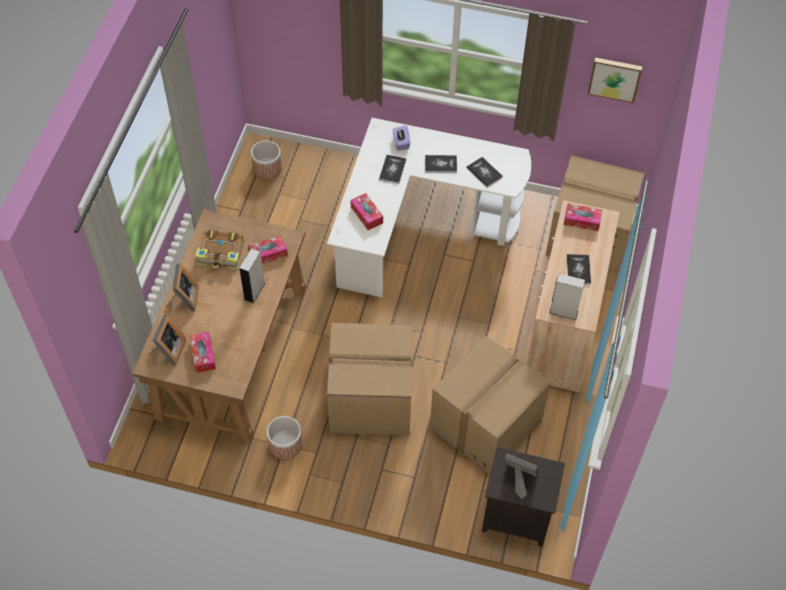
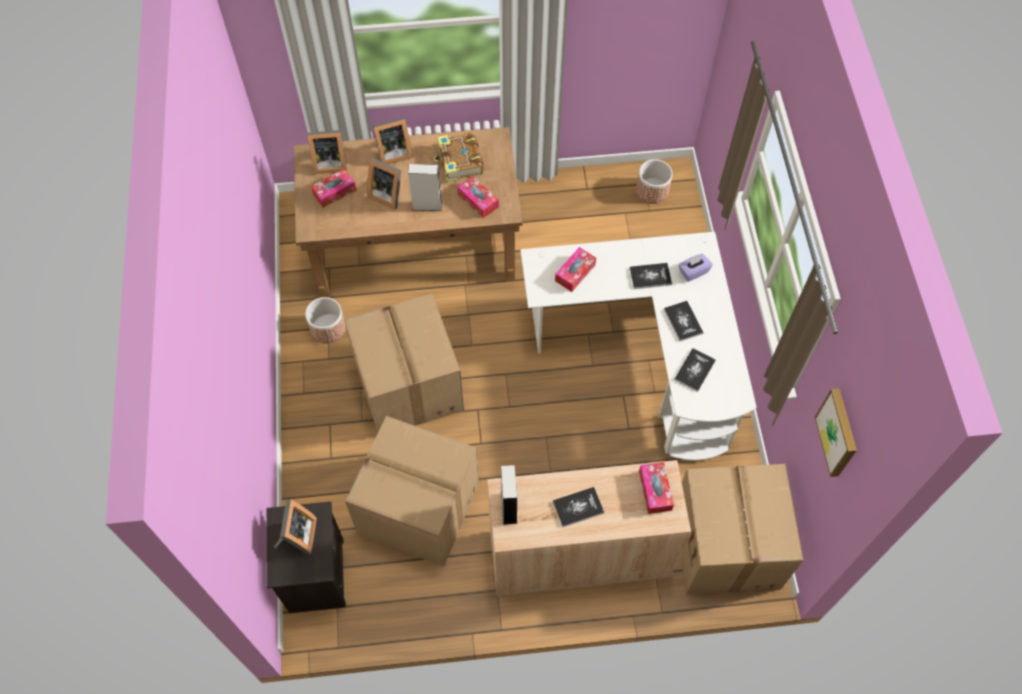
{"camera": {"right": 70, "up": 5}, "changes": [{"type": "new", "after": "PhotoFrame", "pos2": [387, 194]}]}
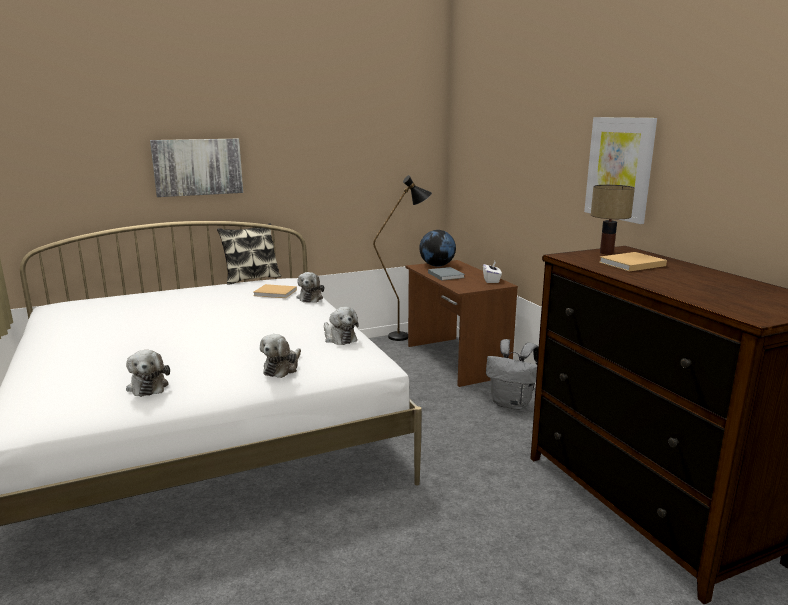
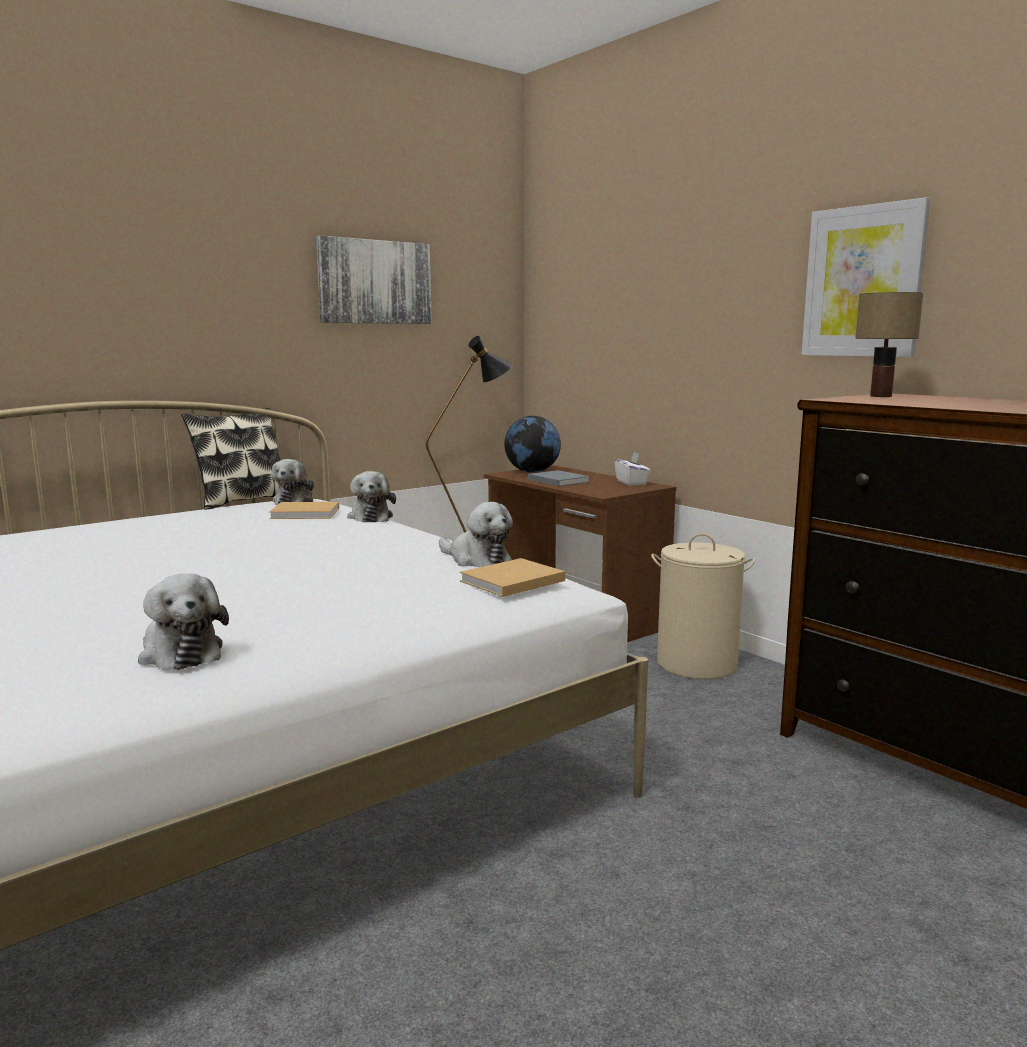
{"camera": {"right": -15, "up": -5}, "changes": [{"type": "shifted", "before": "PlushToy", "pos1": [282, 368], "pos2": [295, 501]}, {"type": "shifted", "before": "Picture", "pos1": [198, 167], "pos2": [374, 282]}, {"type": "shifted", "before": "BeigeBook", "pos1": [630, 264], "pos2": [510, 581]}, {"type": "swapped", "before": "GrayKnapsack", "after": "BeigeWashingBasket", "pos1": [512, 404], "pos2": [697, 664]}]}
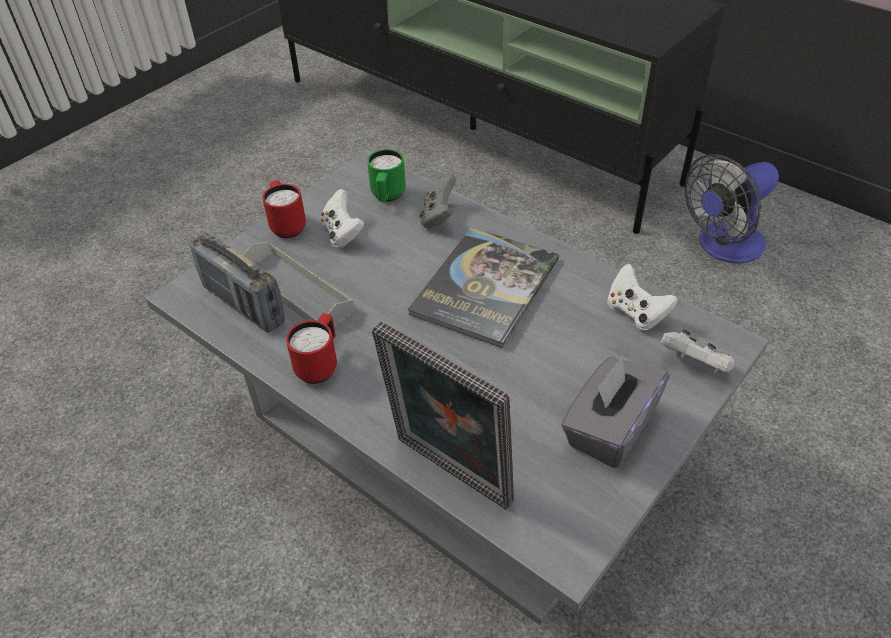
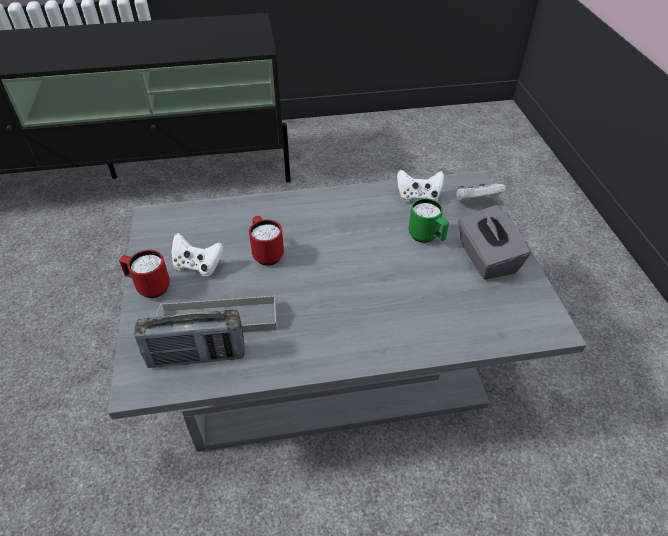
{"camera": {"right": -50, "up": 0}, "changes": [{"type": "shifted", "before": "RedColouredCoffeeMug", "pos1": [320, 365], "pos2": [266, 253]}, {"type": "shifted", "before": "GreenishCoffeeMug", "pos1": [387, 197], "pos2": [427, 237]}, {"type": "gone", "before": "PhotoFrame", "pos1": [448, 475]}, {"type": "gone", "before": "Book", "pos1": [485, 286]}, {"type": "gone", "before": "GrayGameController", "pos1": [438, 216]}, {"type": "gone", "before": "Fan", "pos1": [723, 247]}]}
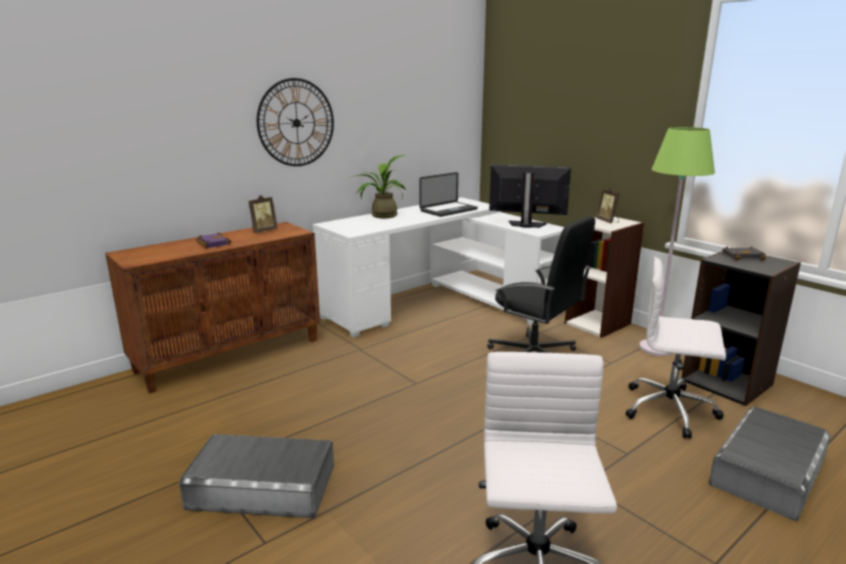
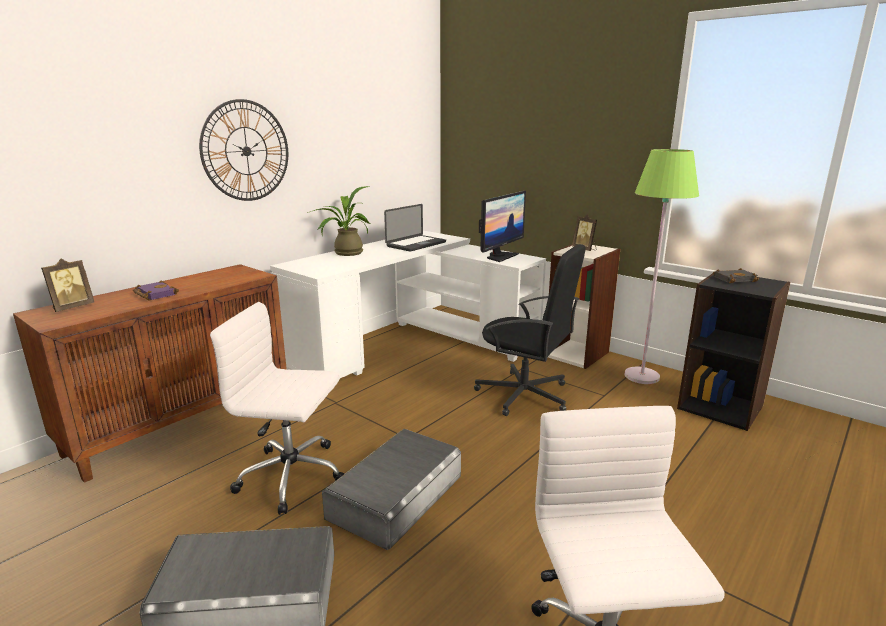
{"camera": {"right": -10, "up": 0}, "changes": [{"type": "shifted", "before": "PhotoFrame", "pos1": [263, 231], "pos2": [72, 307]}, {"type": "shifted", "before": "WhiteColouredOfficeChair", "pos1": [671, 410], "pos2": [293, 476]}, {"type": "shifted", "before": "GrayStorageBox", "pos1": [767, 470], "pos2": [395, 495]}, {"type": "rotated", "before": "Monitor", "pos1": [526, 225], "pos2": [500, 256], "turn": 120}]}
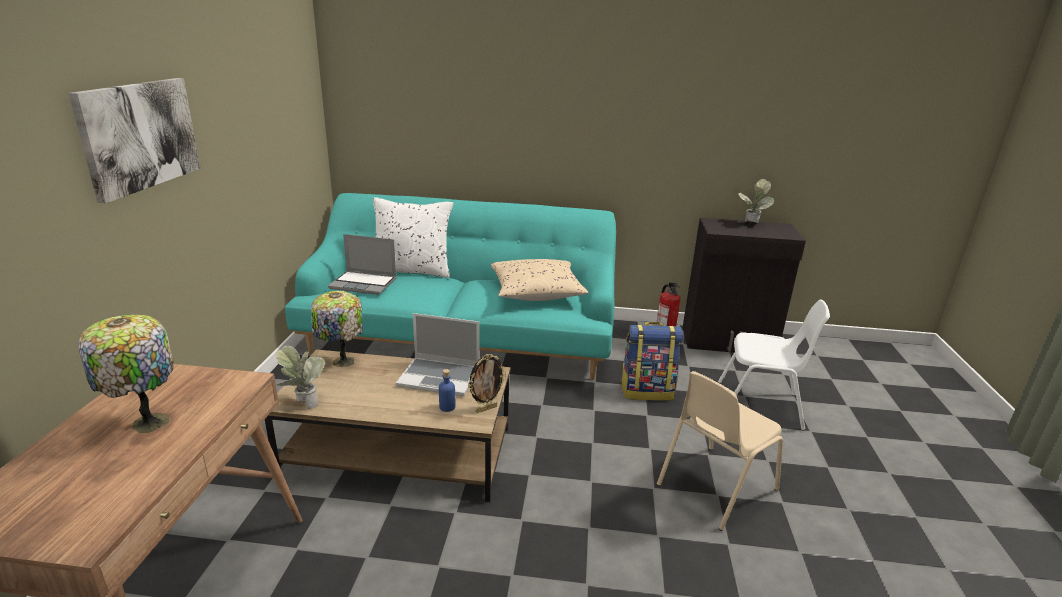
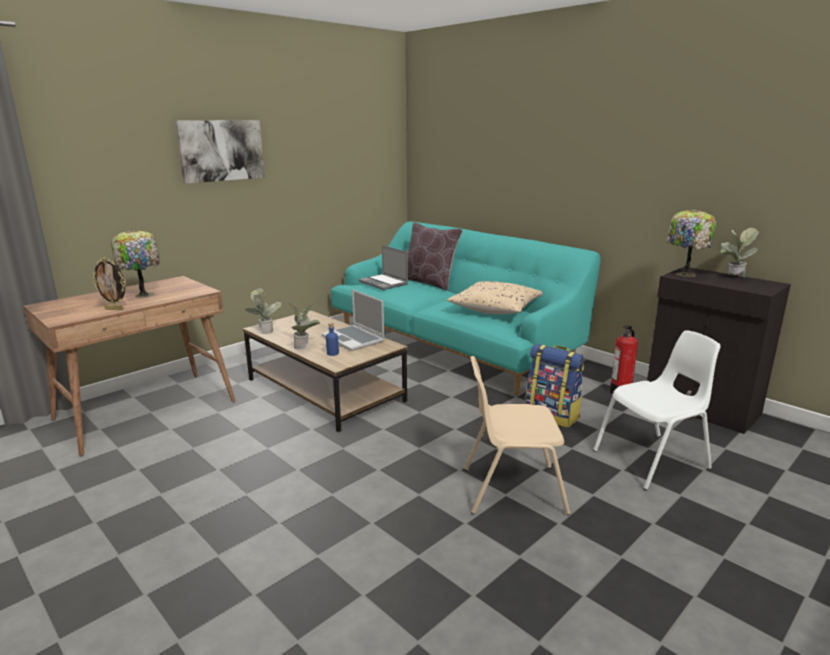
{"camera": {"right": 40, "up": -5}, "changes": [{"type": "shifted", "before": "PhotoFrame", "pos1": [486, 409], "pos2": [115, 309]}, {"type": "new", "after": "Houseplant", "pos2": [305, 346]}, {"type": "repainted", "before": "WhiteColouredCushion", "after": "BrownCushion", "pos1": [412, 270], "pos2": [429, 282]}, {"type": "rotated", "before": "WhiteColouredUprightChair", "pos1": [760, 406], "pos2": [653, 460], "turn": -75}, {"type": "shifted", "before": "TableLamp", "pos1": [341, 362], "pos2": [684, 274]}]}
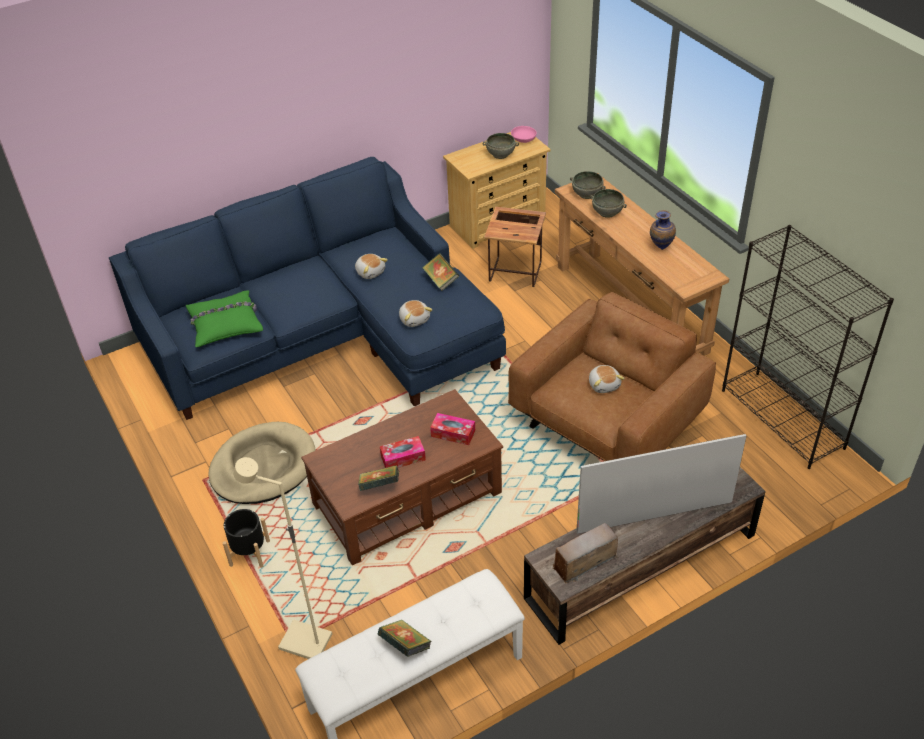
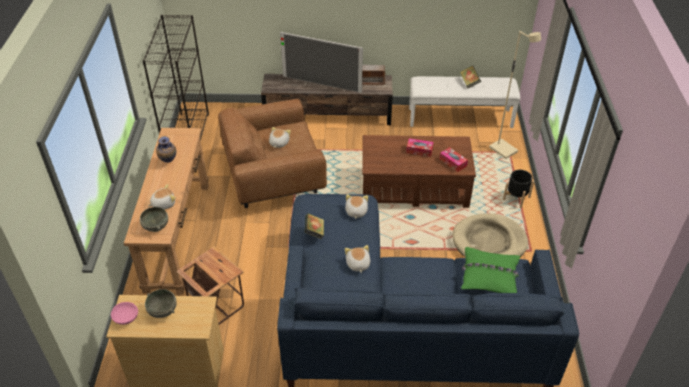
{"camera": {"right": -150, "up": 0}, "changes": [{"type": "swapped", "before": "GrayBowl", "after": "PlushToy", "pos1": [607, 212], "pos2": [163, 204]}, {"type": "shifted", "before": "BoxOfTissues", "pos1": [453, 433], "pos2": [453, 162]}, {"type": "gone", "before": "Book", "pos1": [379, 486]}]}
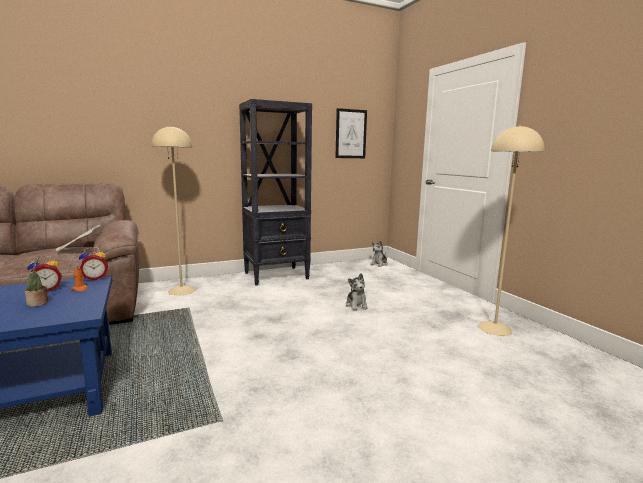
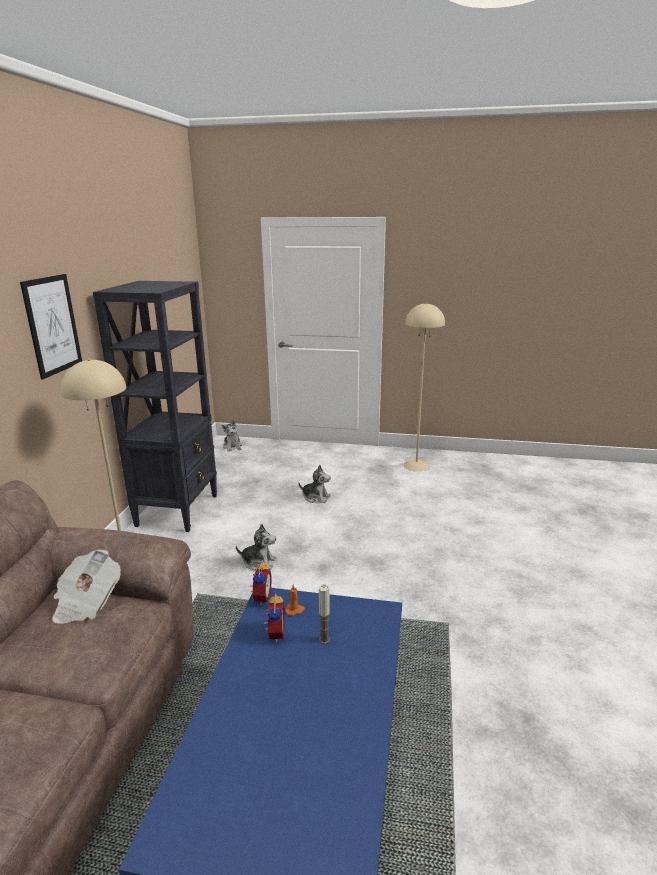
{"camera": {"right": -55, "up": 10}, "changes": [{"type": "shifted", "before": "Picture", "pos1": [351, 134], "pos2": [52, 325]}, {"type": "new", "after": "PlushToy", "pos2": [258, 562]}, {"type": "swapped", "before": "Houseplant", "after": "WaxLight", "pos1": [38, 303], "pos2": [324, 639]}]}
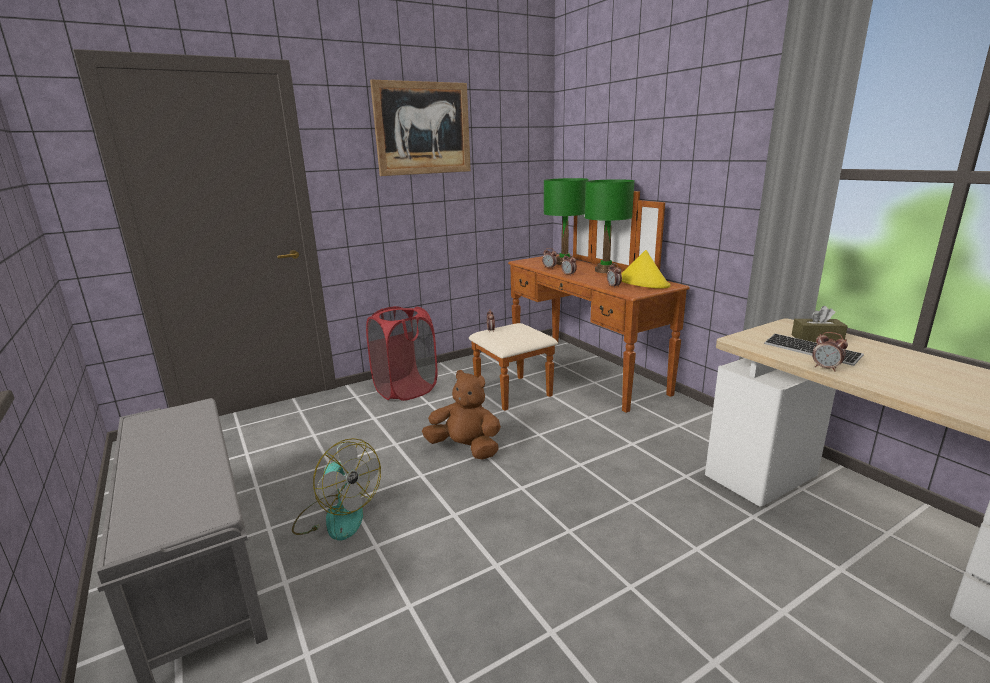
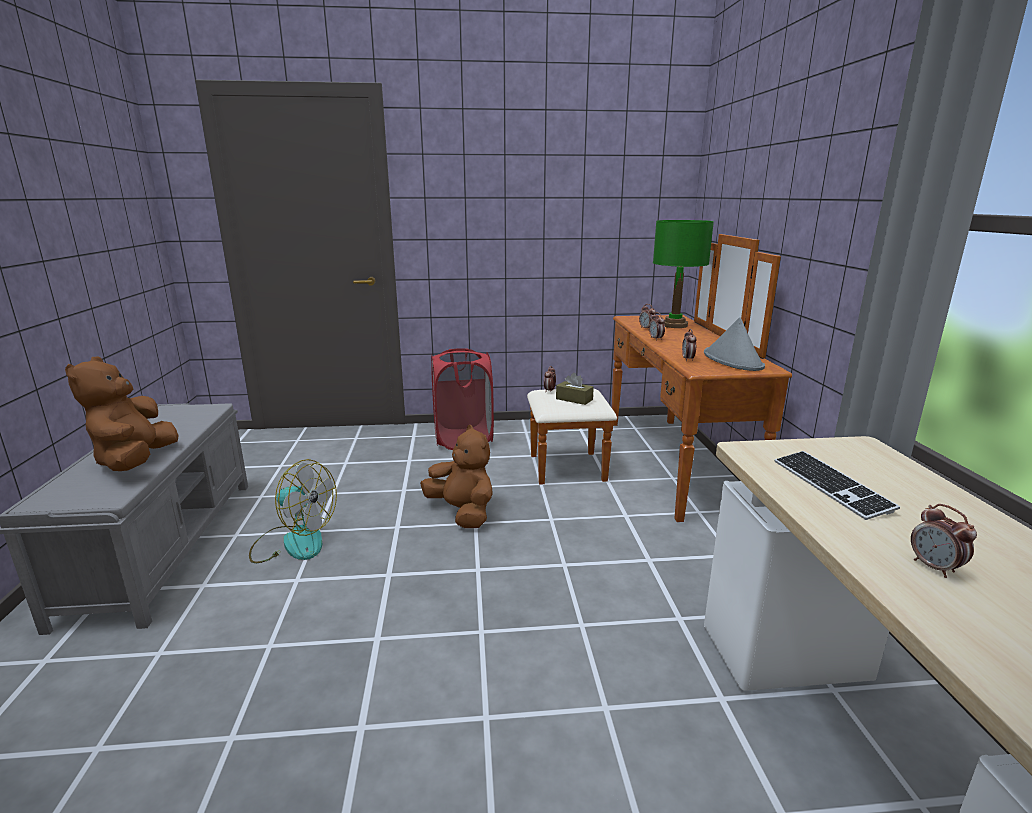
{"camera": {"right": 25, "up": 0}, "changes": [{"type": "new", "after": "BrownPlushToy", "pos2": [136, 462]}, {"type": "rotated", "before": "Fan", "pos1": [337, 516], "pos2": [293, 542], "turn": -45}, {"type": "shifted", "before": "BrownBoxOfTissues", "pos1": [817, 339], "pos2": [574, 399]}, {"type": "repainted", "before": "YellowClothingHat", "after": "GrayClothingHat", "pos1": [642, 283], "pos2": [733, 360]}, {"type": "shifted", "before": "BedsideClock", "pos1": [826, 368], "pos2": [934, 567]}, {"type": "gone", "before": "Picture", "pos1": [423, 128]}, {"type": "gone", "before": "GreenishTableLamp", "pos1": [606, 270]}]}
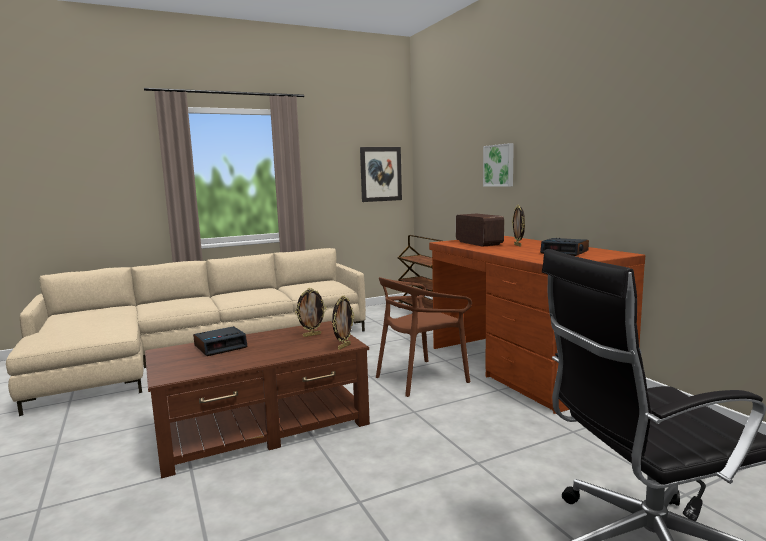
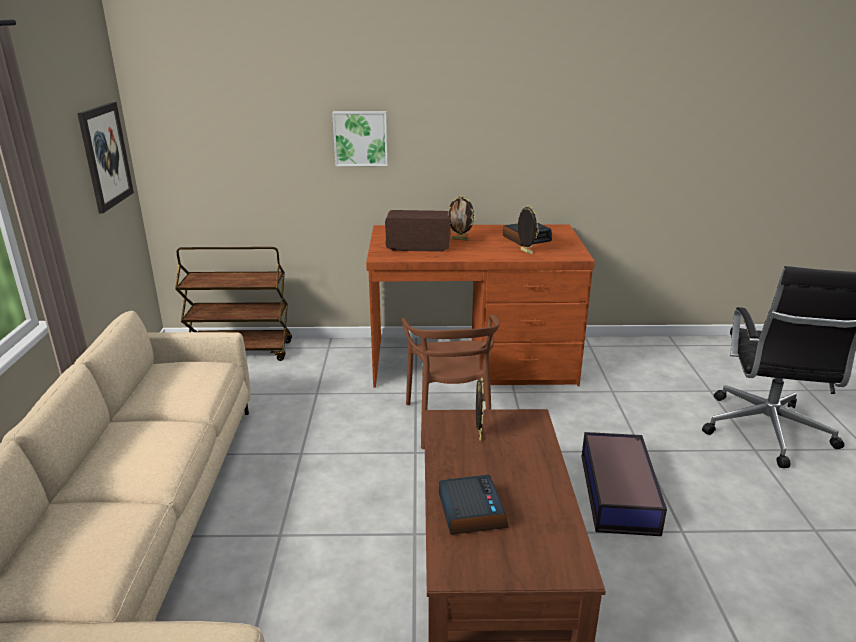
{"camera": {"right": -65, "up": 15}, "changes": [{"type": "shifted", "before": "PhotoFrame", "pos1": [343, 346], "pos2": [525, 252]}, {"type": "new", "after": "StorageBox", "pos2": [618, 492]}]}
